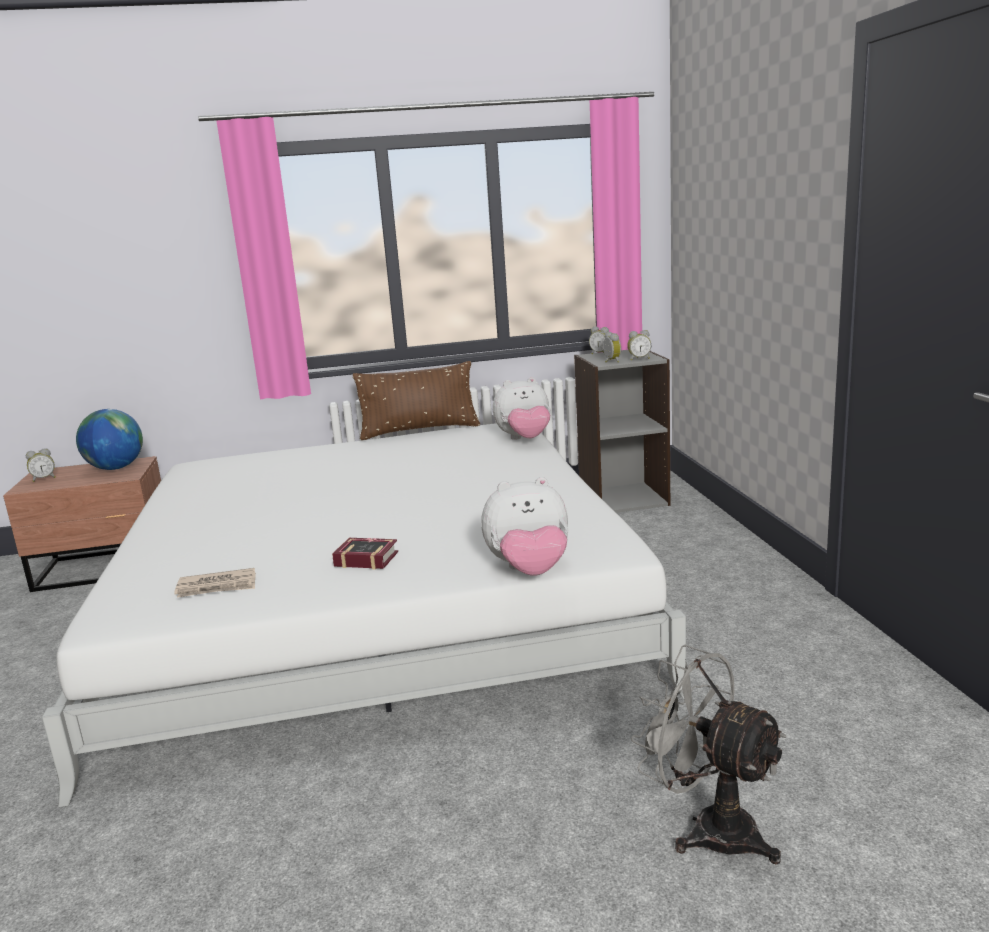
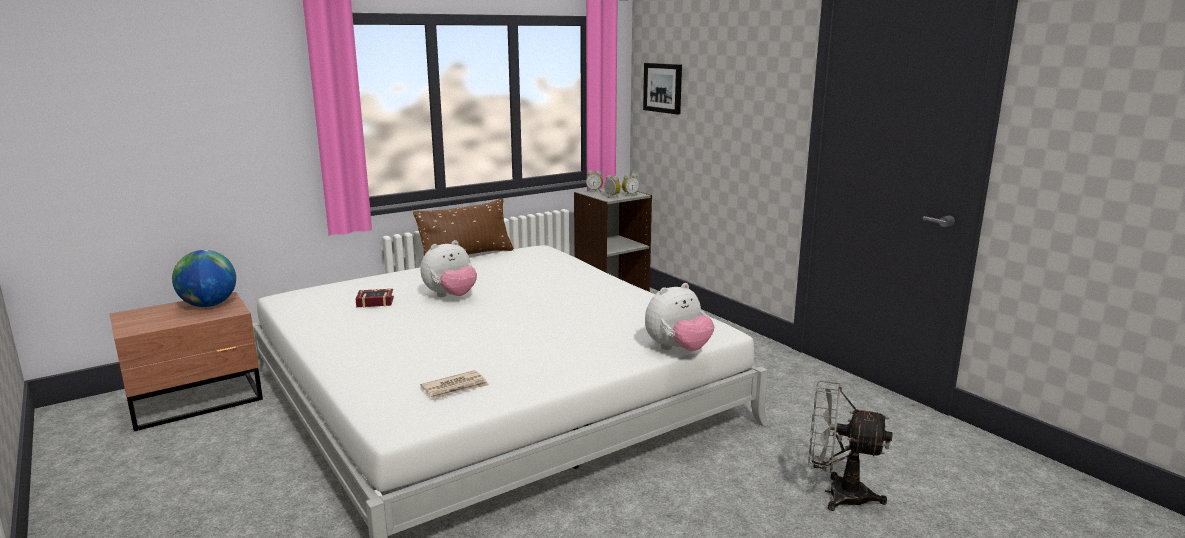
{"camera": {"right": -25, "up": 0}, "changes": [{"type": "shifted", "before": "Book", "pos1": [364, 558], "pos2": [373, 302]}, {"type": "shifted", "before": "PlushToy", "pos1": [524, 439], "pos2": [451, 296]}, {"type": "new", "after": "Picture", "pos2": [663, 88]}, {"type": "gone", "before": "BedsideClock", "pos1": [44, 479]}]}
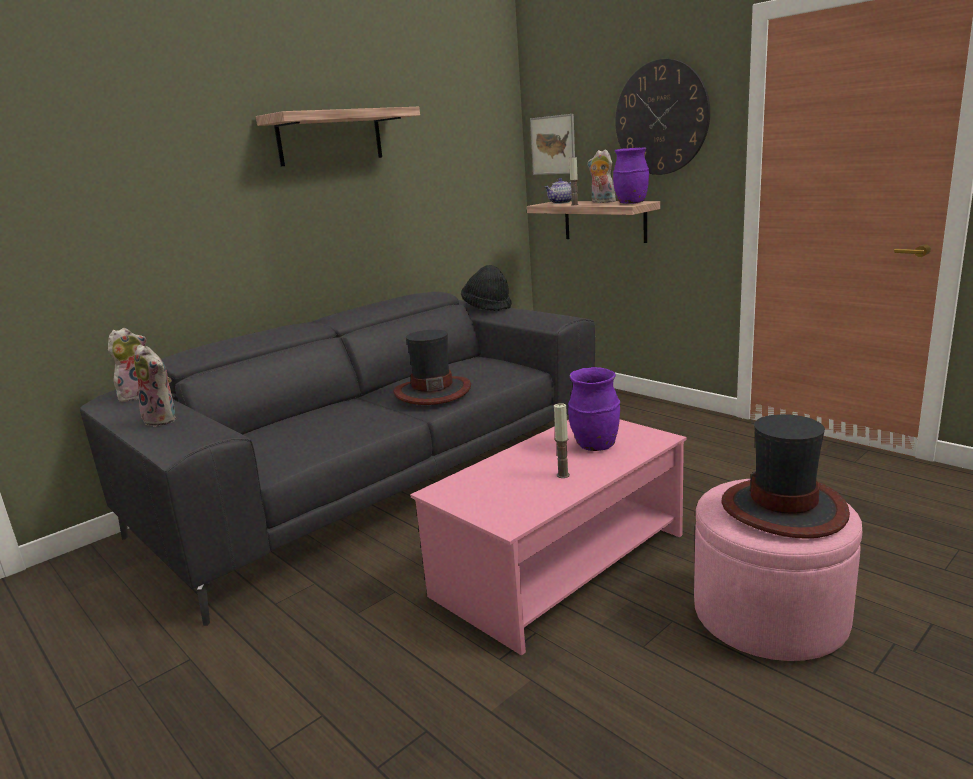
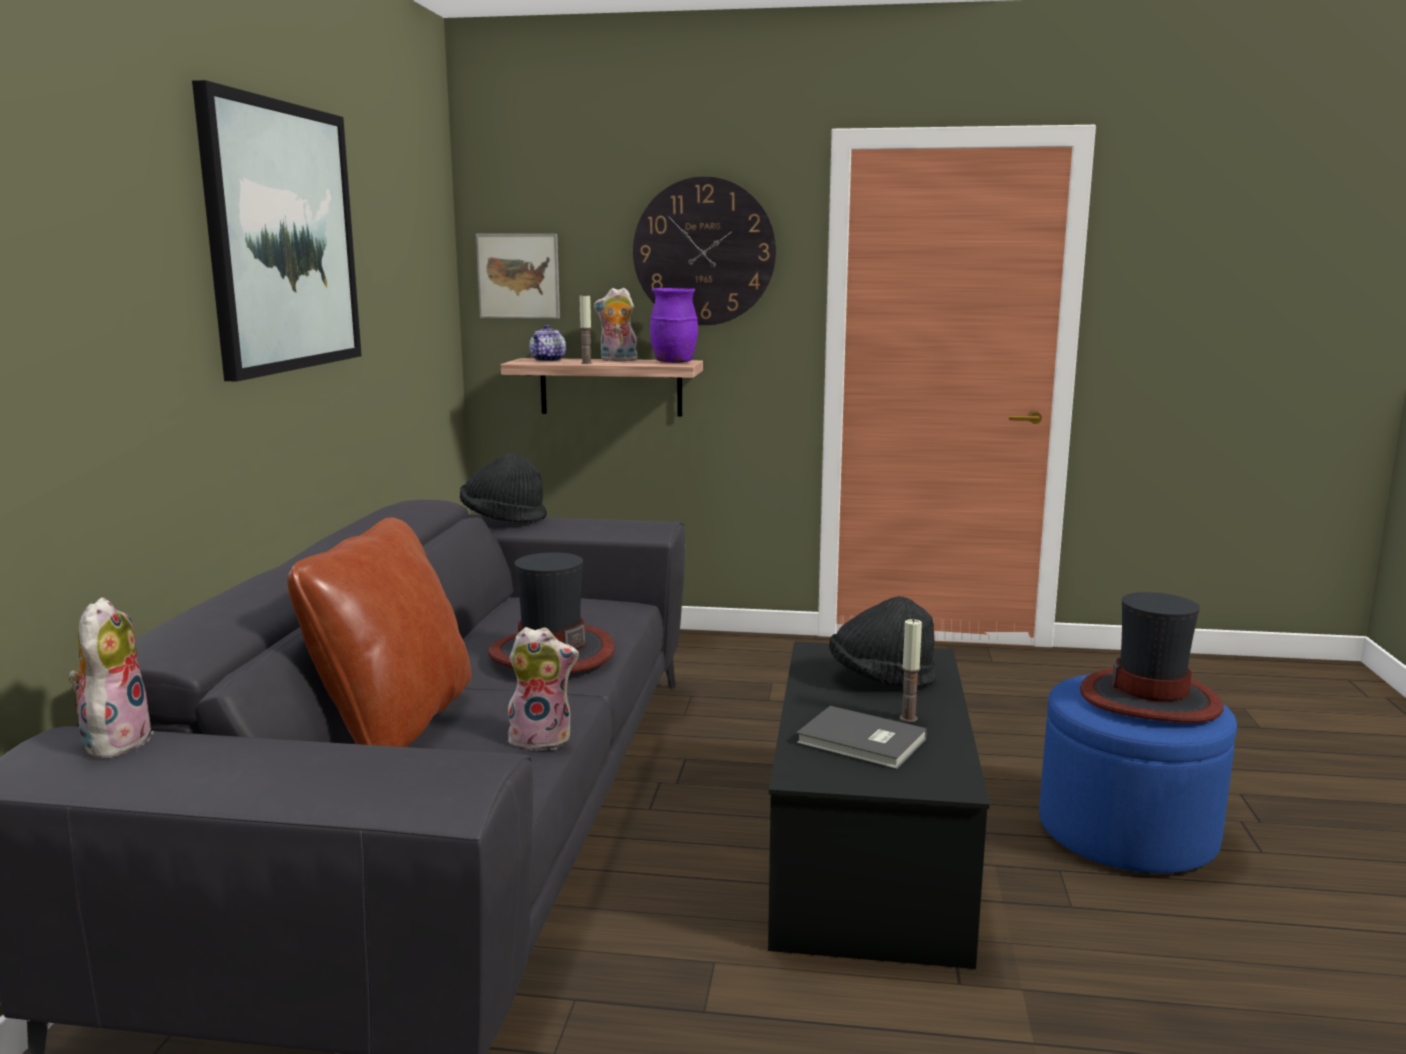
{"camera": {"right": -40, "up": -5}, "changes": [{"type": "swapped", "before": "BracketShelf", "after": "Picture", "pos1": [330, 137], "pos2": [282, 238]}, {"type": "new", "after": "BrownCushion", "pos2": [394, 724]}, {"type": "shifted", "before": "PlushToy", "pos1": [163, 419], "pos2": [542, 739]}, {"type": "repainted", "before": "PinkColouredLoungeTable", "after": "BlackishLoungeTable", "pos1": [561, 563], "pos2": [869, 851]}, {"type": "new", "after": "GrayBook", "pos2": [862, 742]}, {"type": "swapped", "before": "PurpleColouredDecorativeVase", "after": "BlackishClothingHat", "pos1": [595, 446], "pos2": [881, 678]}, {"type": "repainted", "before": "PinkColouredOttoman", "after": "BlueOttoman", "pos1": [769, 615], "pos2": [1127, 832]}]}
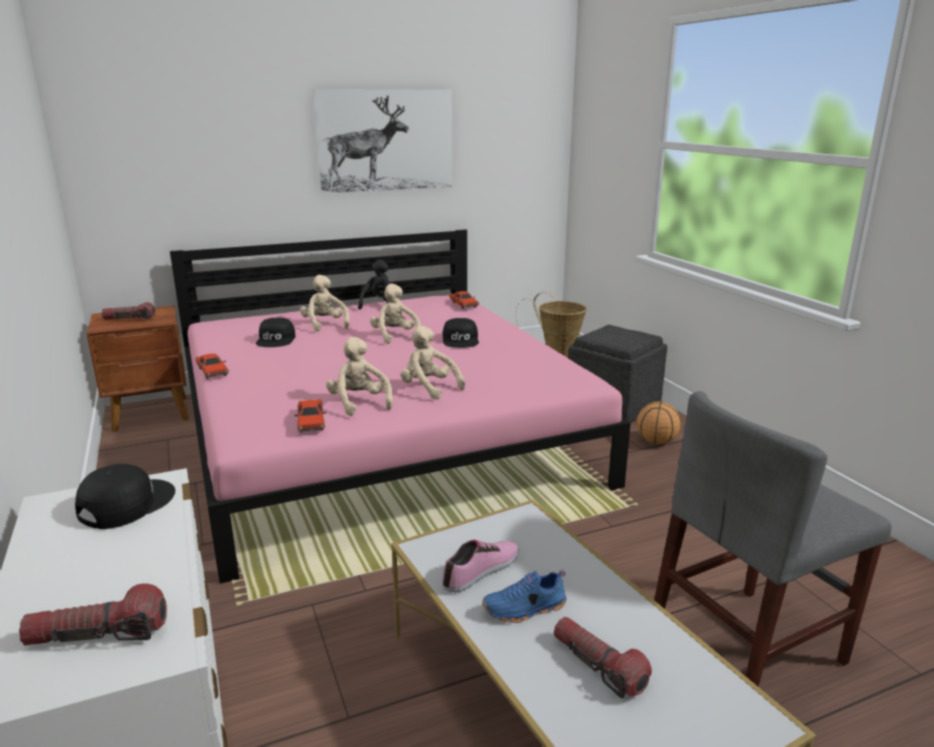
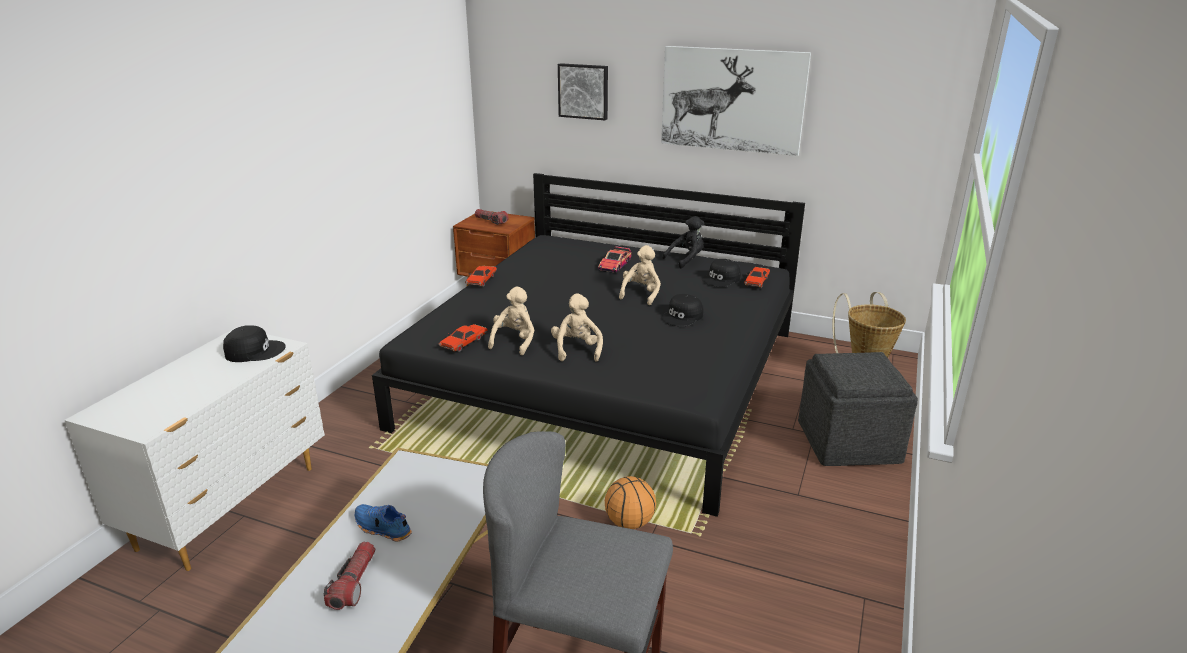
{"camera": {"right": 45, "up": 5}, "changes": [{"type": "repainted", "before": "PinkColouredBed", "after": "BlackishBed", "pos1": [380, 435], "pos2": [607, 377]}, {"type": "new", "after": "Picture", "pos2": [583, 91]}, {"type": "swapped", "before": "BeigePlushToy", "after": "ToyCar", "pos1": [325, 325], "pos2": [614, 265]}, {"type": "shifted", "before": "BallForBasketball", "pos1": [656, 442], "pos2": [630, 523]}, {"type": "shifted", "before": "BlackishBaseballCap", "pos1": [276, 340], "pos2": [721, 279]}, {"type": "gone", "before": "Torch", "pos1": [99, 634]}, {"type": "gone", "before": "ItemOfFootwear", "pos1": [481, 571]}]}
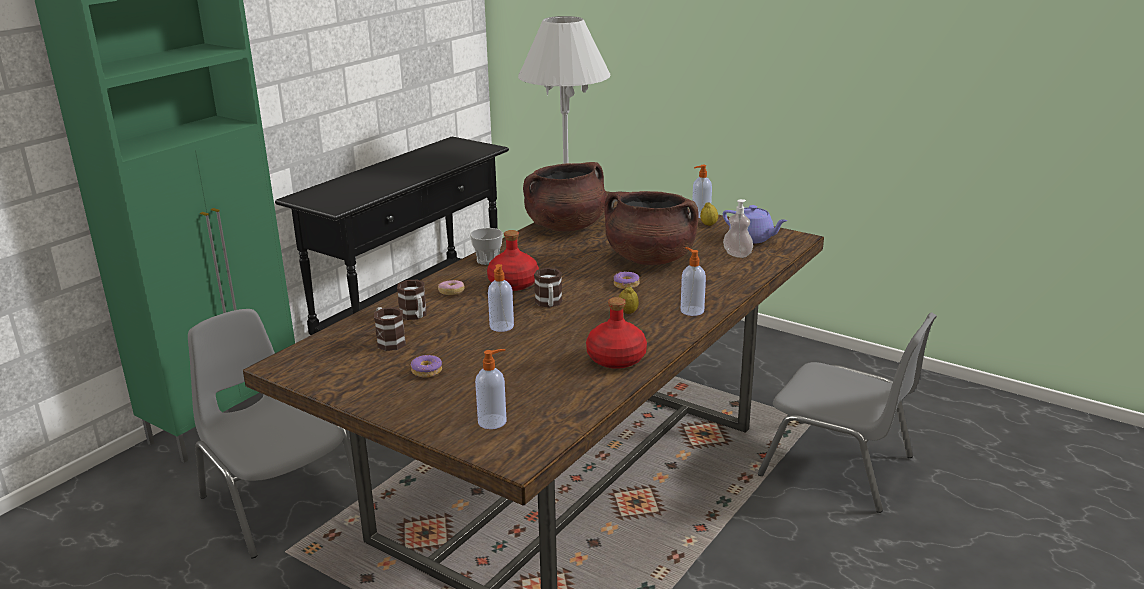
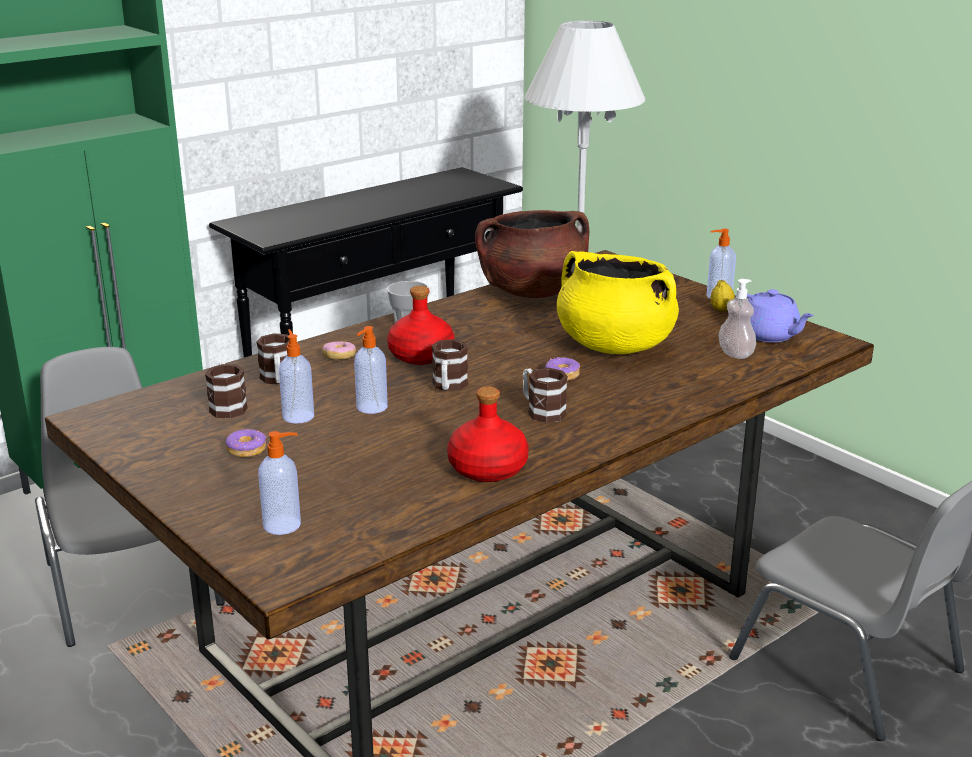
{"camera": {"right": 15, "up": 0}, "changes": [{"type": "shifted", "before": "LiquidSoapBottle", "pos1": [691, 310], "pos2": [298, 416]}, {"type": "swapped", "before": "Lemon", "after": "CoffeeMug", "pos1": [628, 312], "pos2": [541, 411]}, {"type": "repainted", "before": "BrownCookingPot", "after": "YellowCookingPot", "pos1": [649, 259], "pos2": [614, 345]}]}
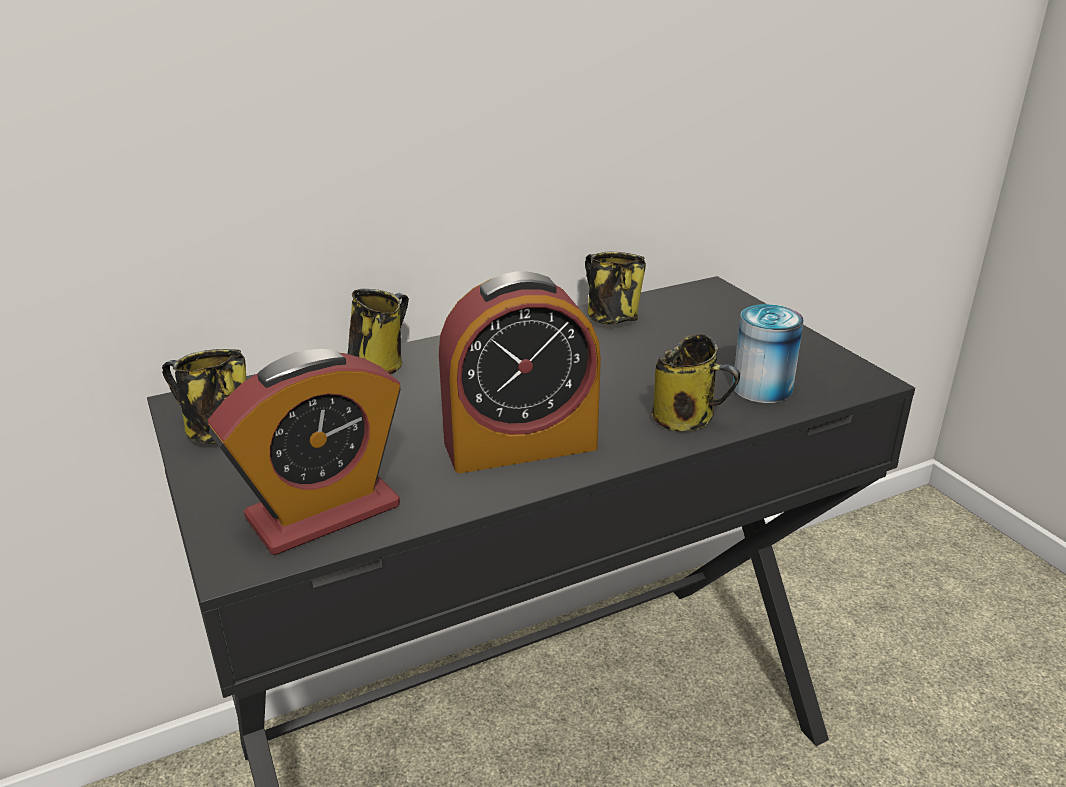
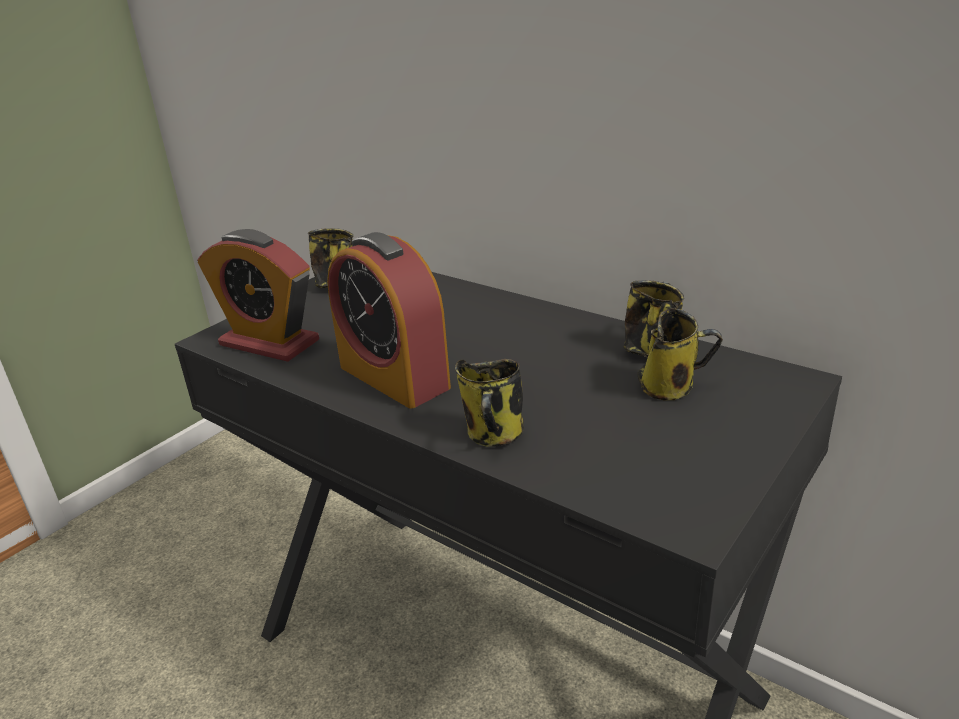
{"camera": {"right": 65, "up": 0}, "changes": [{"type": "shifted", "before": "CoffeeMug", "pos1": [380, 364], "pos2": [670, 387]}, {"type": "gone", "before": "MetalCan", "pos1": [762, 388]}]}
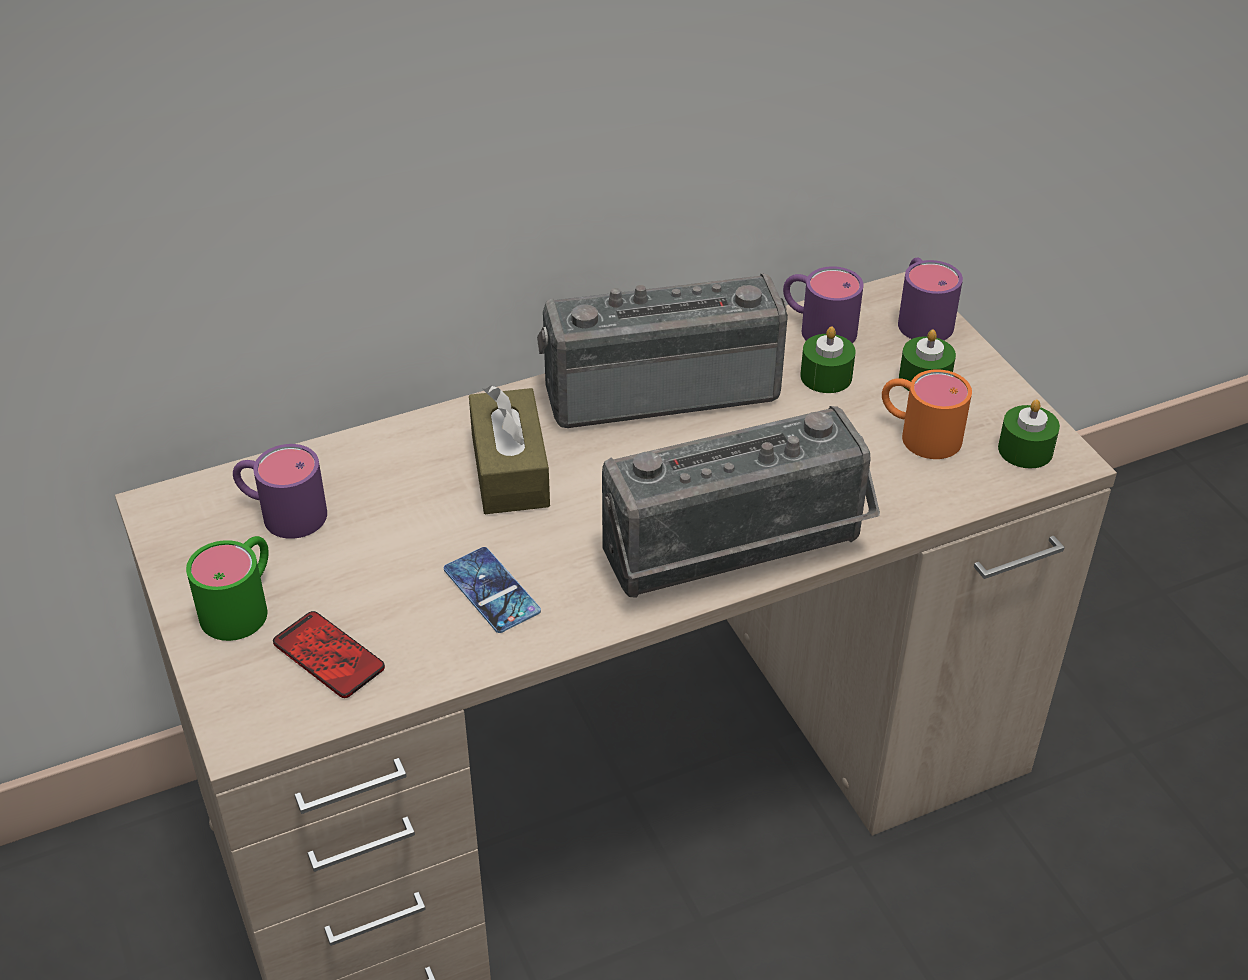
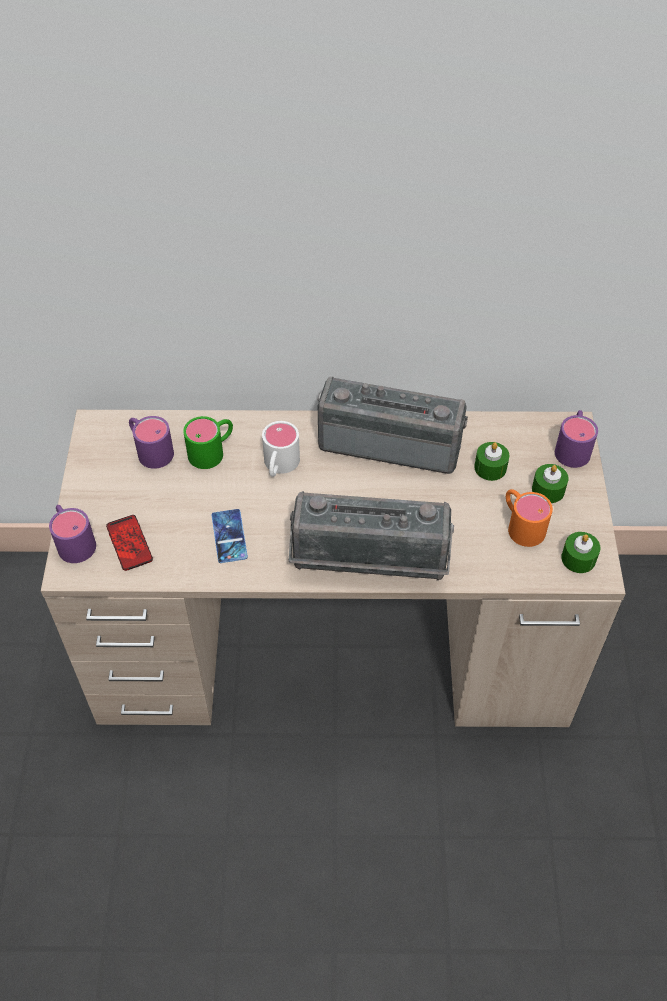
{"camera": {"right": 25, "up": 10}, "changes": [{"type": "shifted", "before": "PurpleColouredCoffeeMug", "pos1": [817, 327], "pos2": [73, 540]}, {"type": "shifted", "before": "GreenishCoffeeMug", "pos1": [243, 604], "pos2": [212, 450]}, {"type": "swapped", "before": "BrownBoxOfTissues", "after": "WhiteColouredCoffeeMug", "pos1": [510, 470], "pos2": [279, 466]}]}
